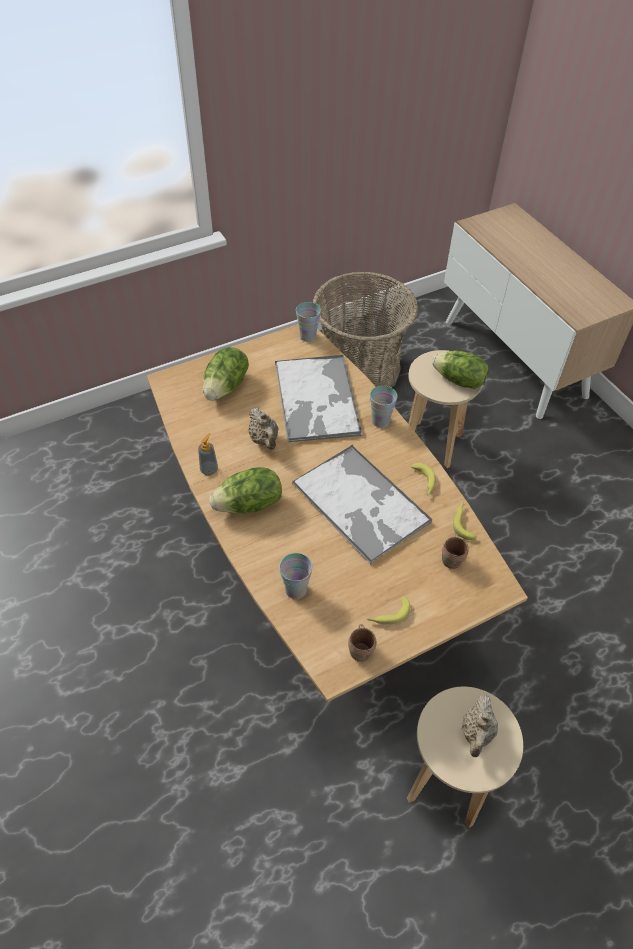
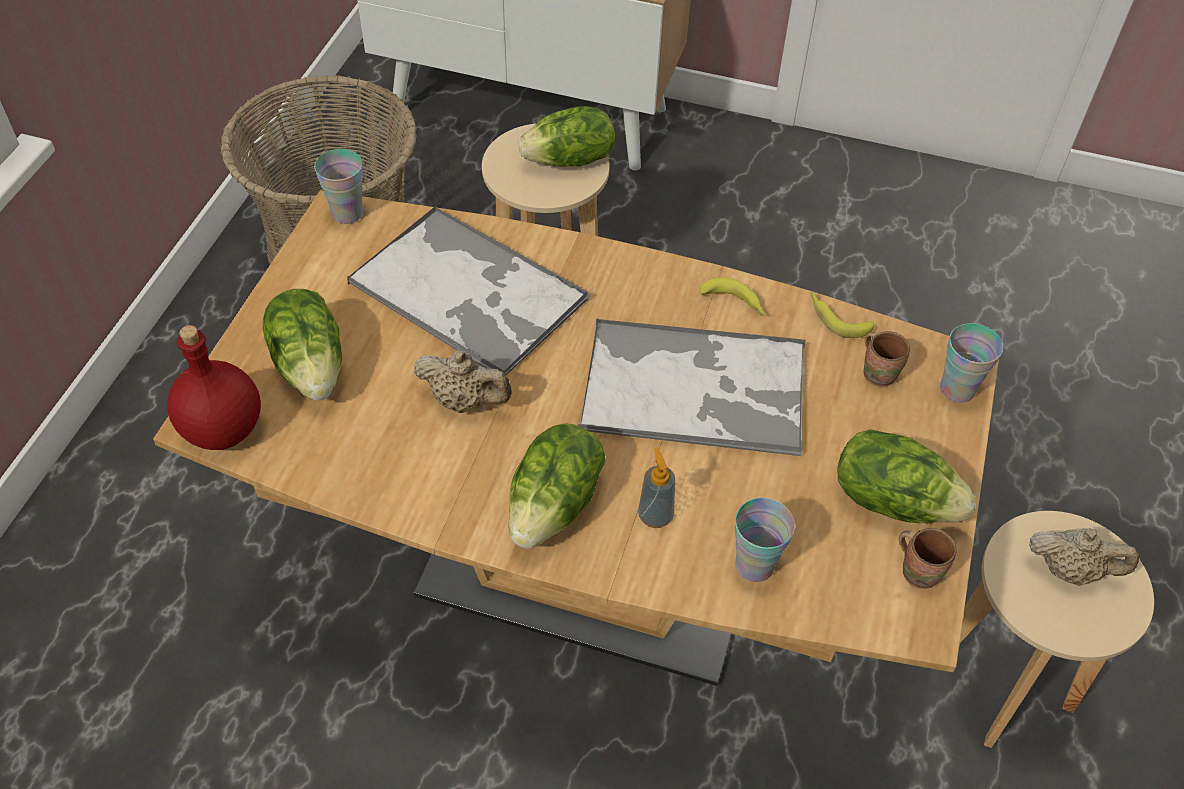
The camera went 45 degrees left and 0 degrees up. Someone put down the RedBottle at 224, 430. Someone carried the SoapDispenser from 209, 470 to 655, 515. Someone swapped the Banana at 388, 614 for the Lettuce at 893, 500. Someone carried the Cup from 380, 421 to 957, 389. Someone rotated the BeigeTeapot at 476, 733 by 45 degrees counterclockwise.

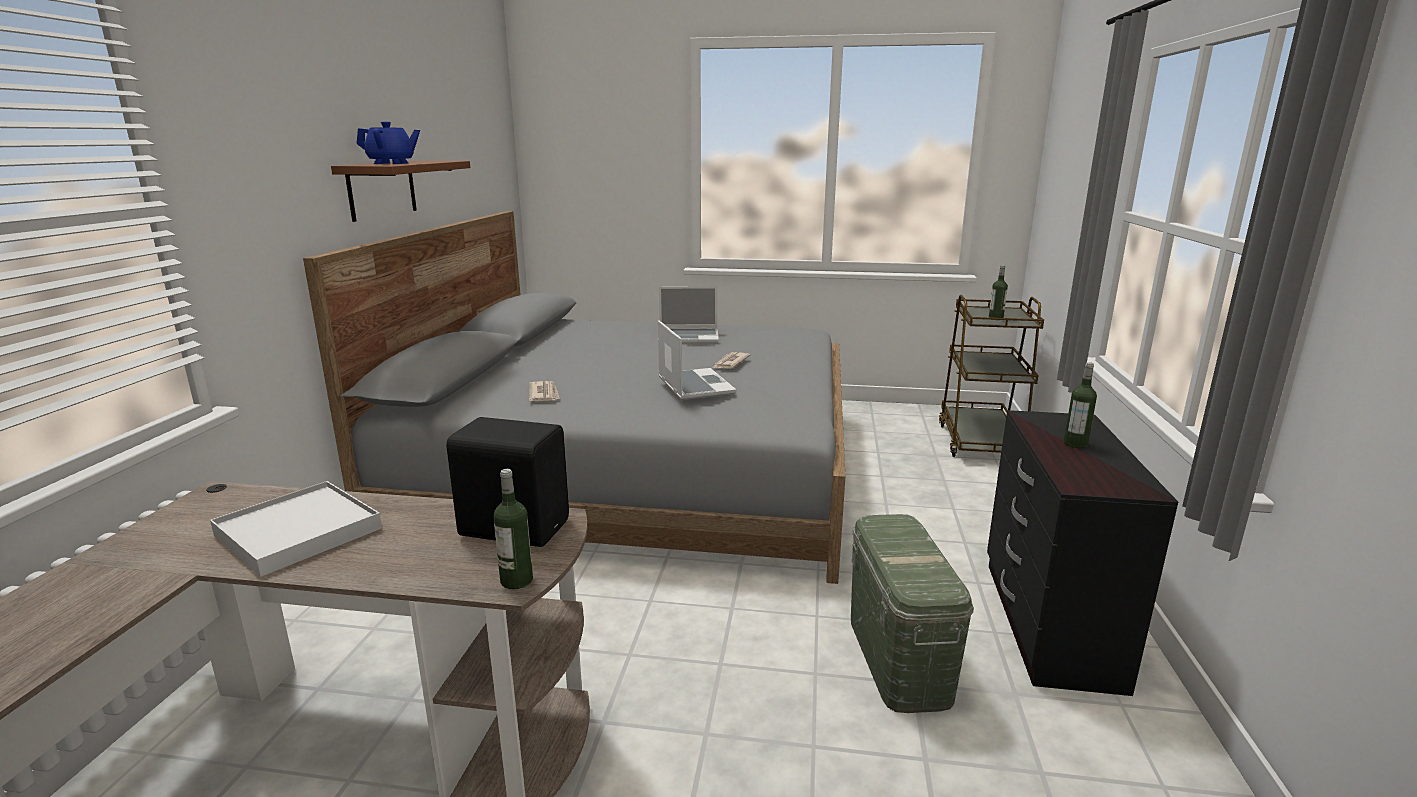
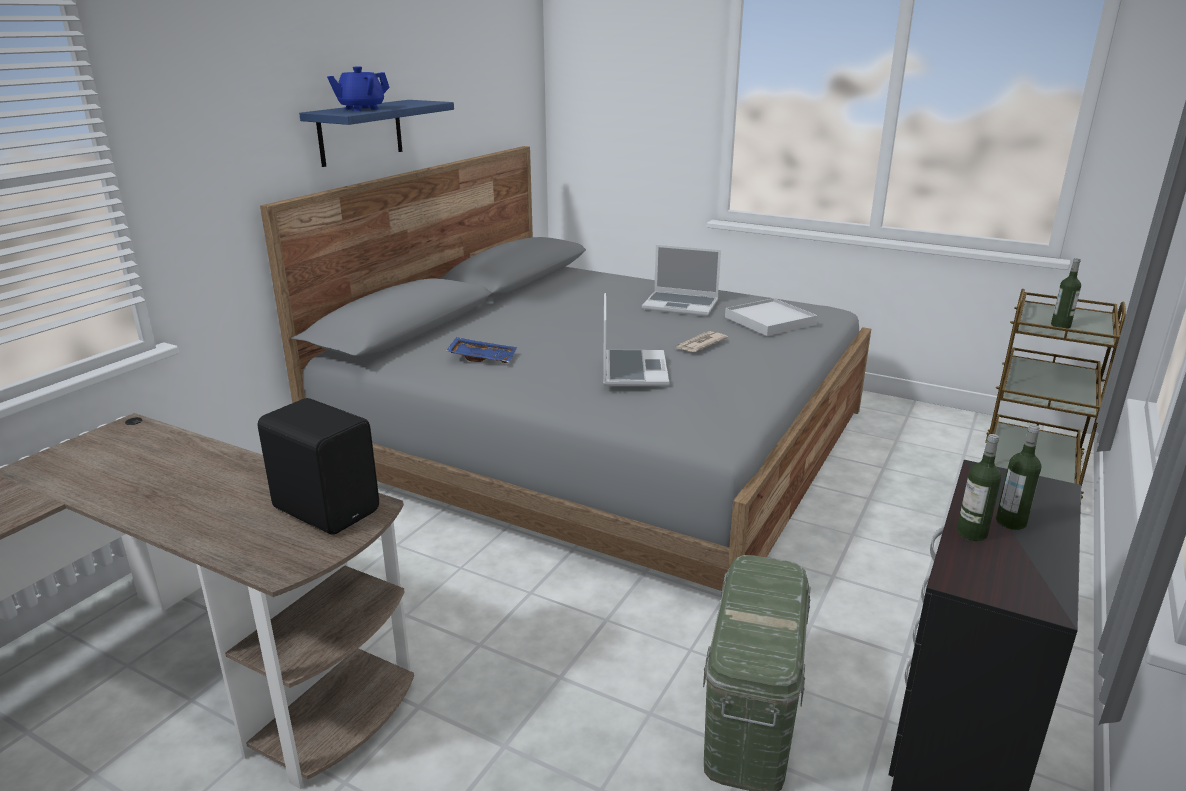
The camera went 20 degrees right and 5 degrees up. Someone repainted the BrownShelf at 382, 189, which became the BlueShelf at 360, 132. Someone rotated the BlueTeapot at 391, 163 by 120 degrees clockwise. Someone swapped the Newspaper at 544, 394 for the BlueTray at 482, 358. Someone carried the WhiteTray from 298, 532 to 769, 321. Someone carried the Bottle from 516, 580 to 971, 533.

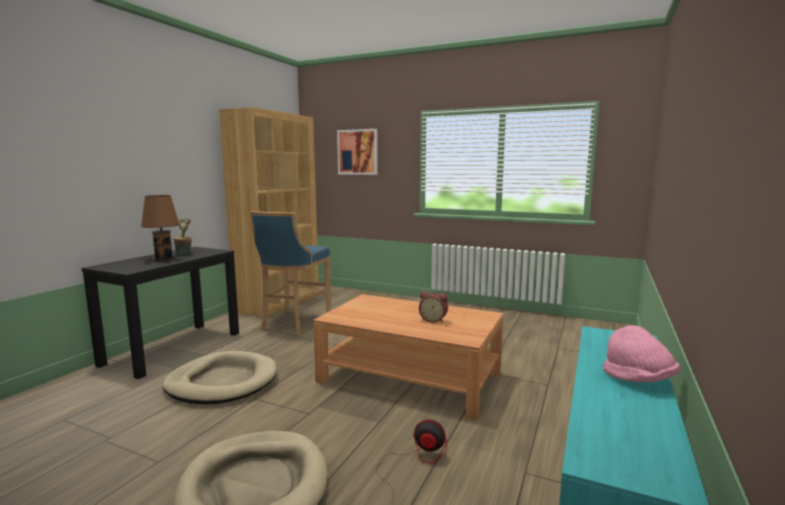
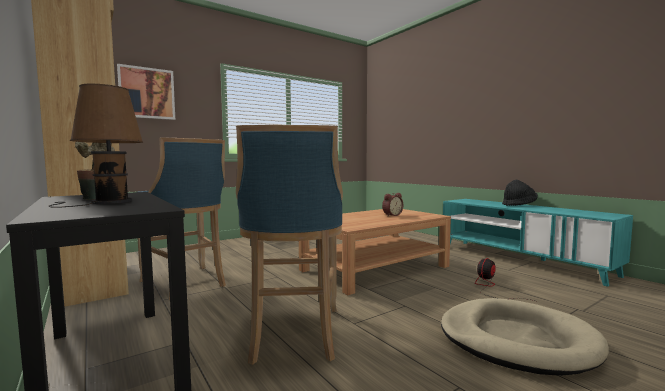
The camera went 60 degrees left and 5 degrees down. Someone swapped the BeigeDogBed at 222, 382 for the BlueStool at 293, 335. Someone repainted the PinkHat at 638, 380, which became the BlackHat at 519, 205.

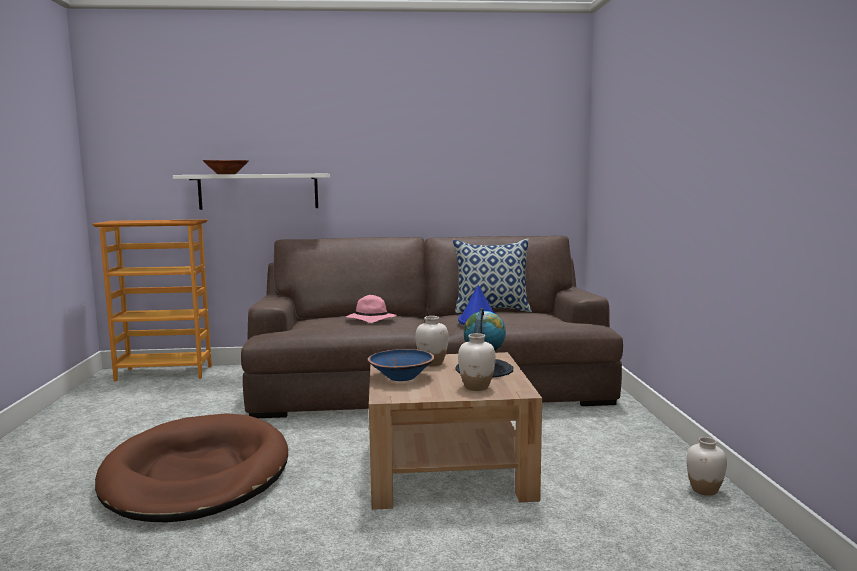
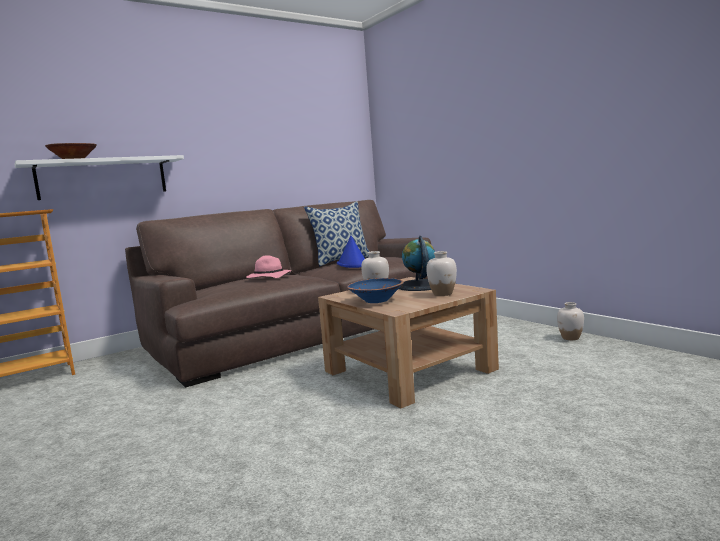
The camera went 30 degrees left and 0 degrees up. Someone took away the BrownDogBed at 197, 474.

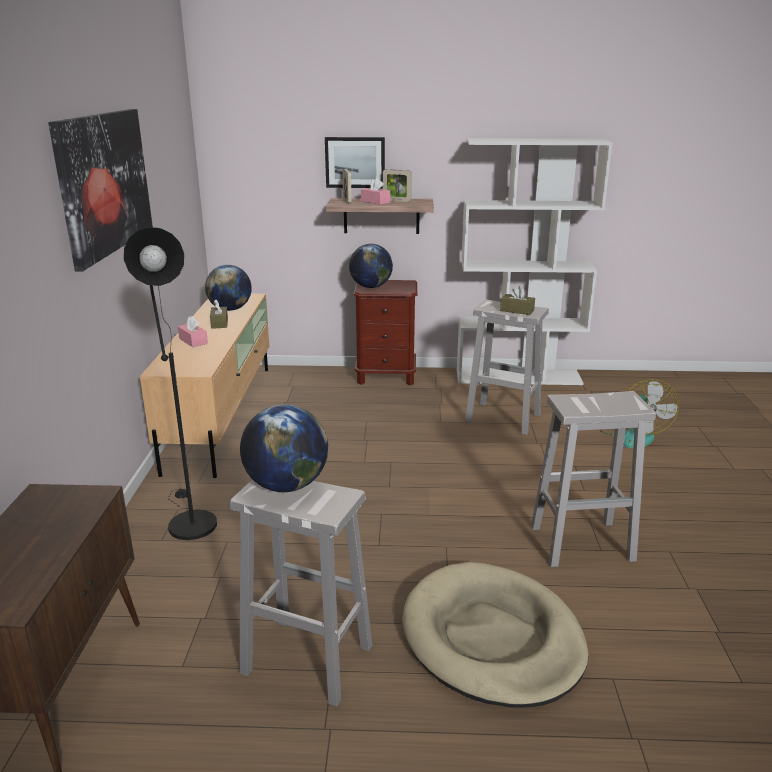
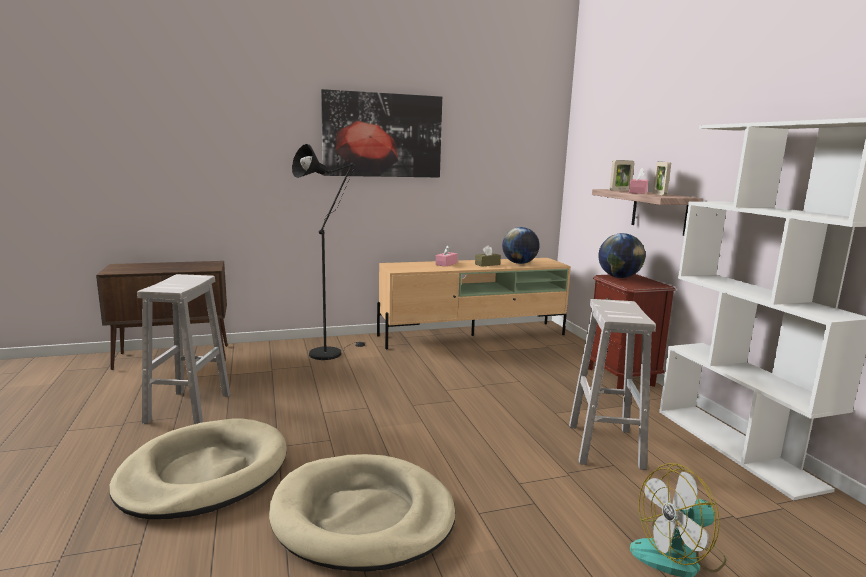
The camera went 70 degrees right and 10 degrees down. Someone swapped the WhiteStool at 583, 543 for the BeigeDogBed at 363, 516. Someone took away the Globe at 286, 485. Someone took away the Picture at 355, 162. Someone took away the BrownTissueBox at 517, 310.

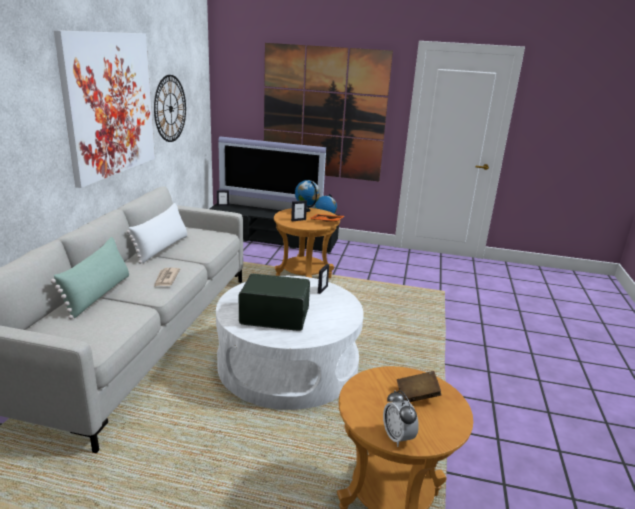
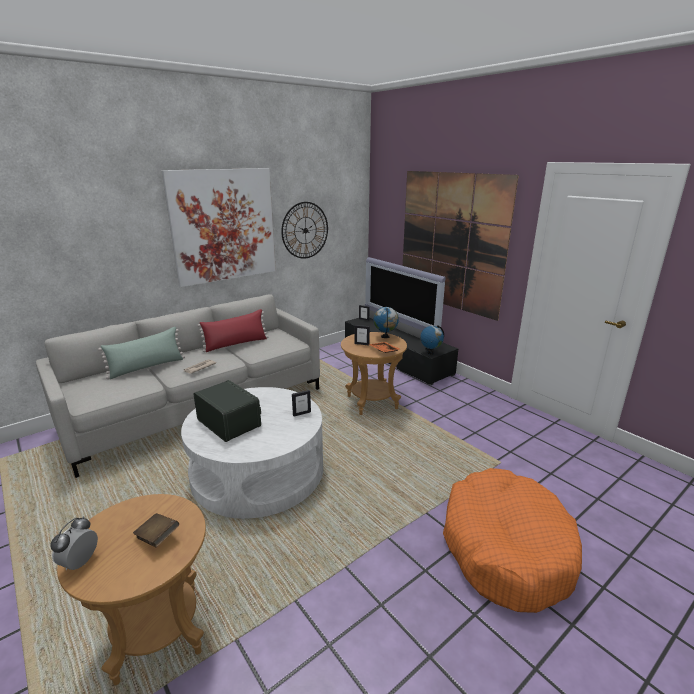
The camera went 40 degrees right and 0 degrees up. Someone repainted the WhitePillow at 162, 248, which became the RedPillow at 236, 344. Someone put down the OrangeDogBed at 505, 548.

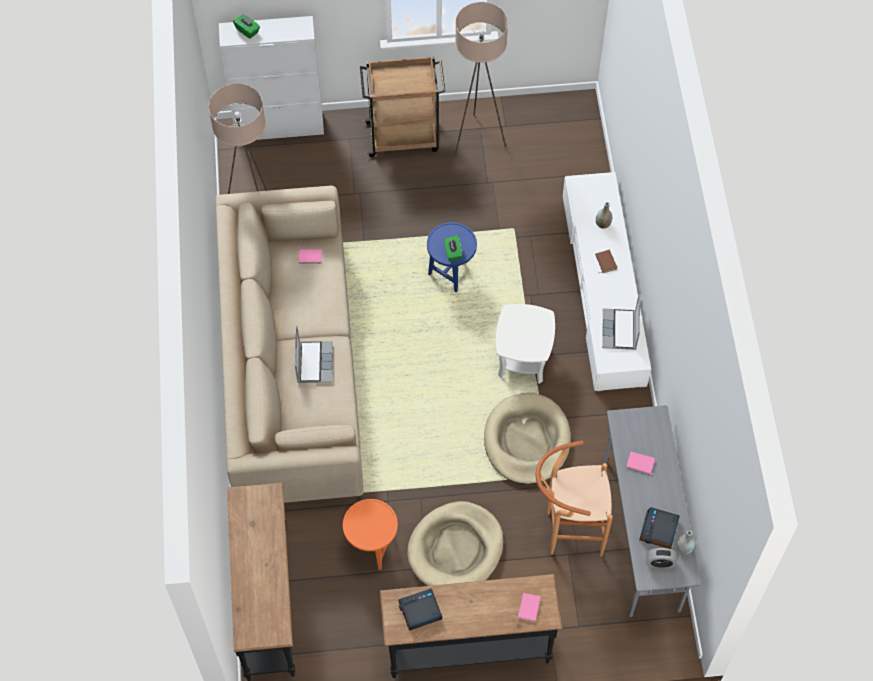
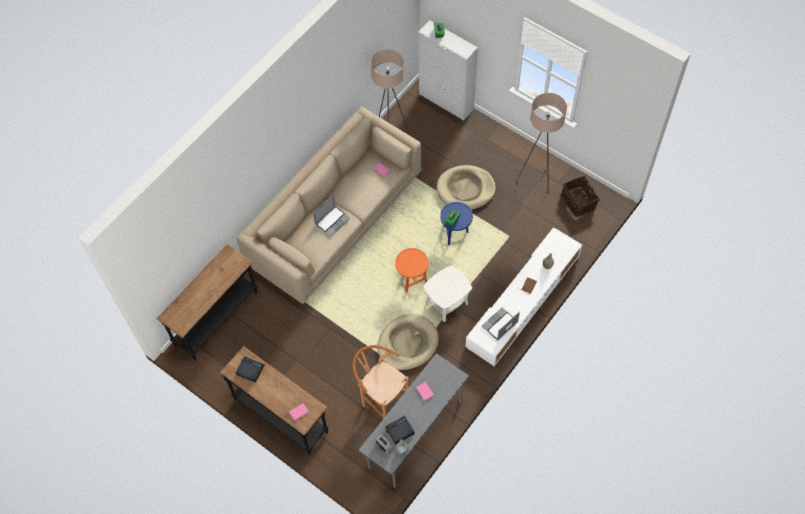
The camera went 45 degrees right and 0 degrees up. Someone carried the OrangeSideTable from 372, 547 to 412, 280. Someone carried the BeigeDogBed from 456, 549 to 466, 189. Someone put down the Basket at 579, 201. Someone took away the BrownCart at 404, 136.

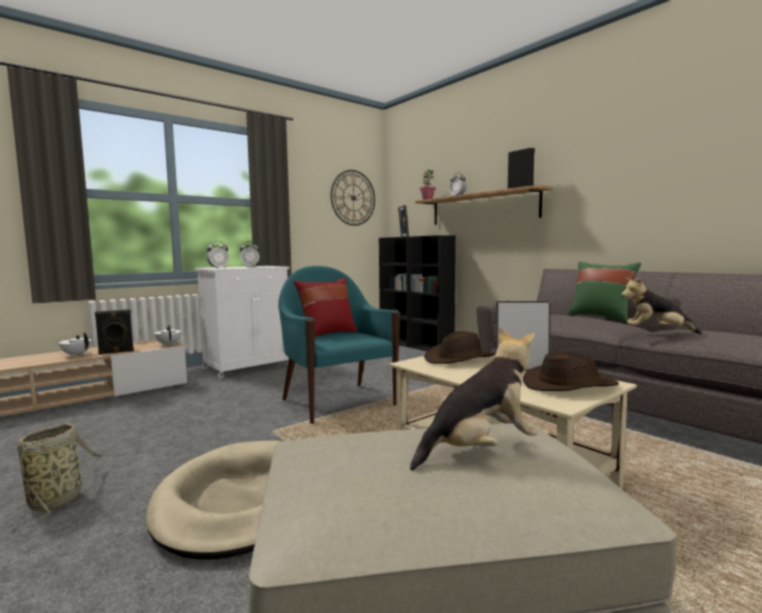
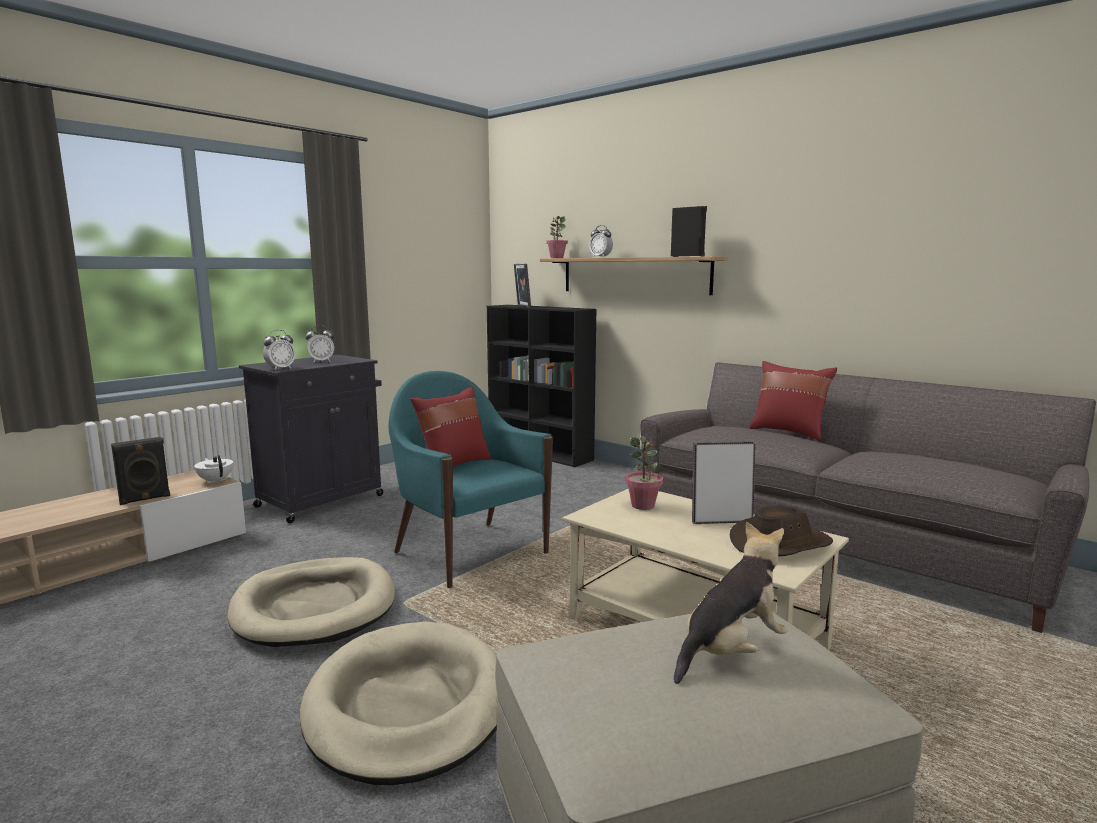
The camera went 10 degrees left and 5 degrees up. Someone put down the BeigeDogBed at 315, 607. Someone repainted the WhiteCabinet at 249, 367, which became the BlackCabinet at 322, 500. Someone swapped the BrownHat at 459, 359 for the PottedPlant at 643, 506. Someone repainted the GreenPillow at 601, 317, which became the RedPillow at 789, 432. Someone took away the Basket at 58, 499. Someone took away the WhiteTeapot at 76, 355. Someone took away the WallClock at 353, 198. Someone took away the PlushToy at 656, 332.

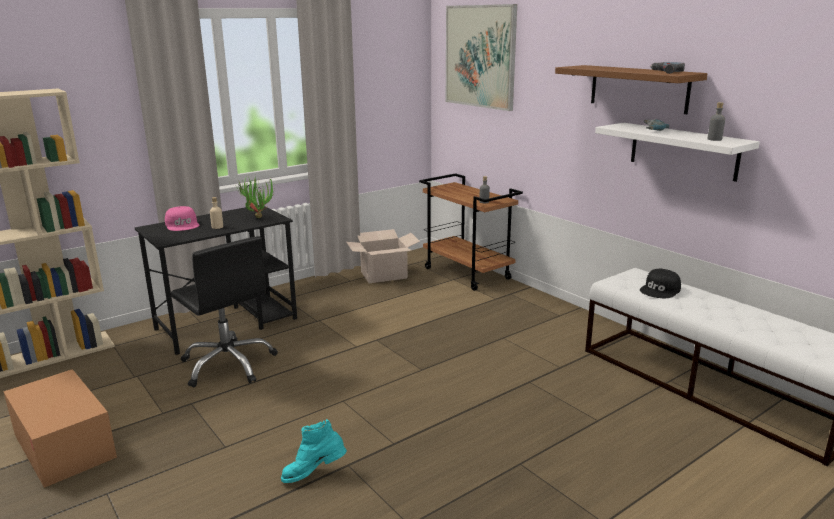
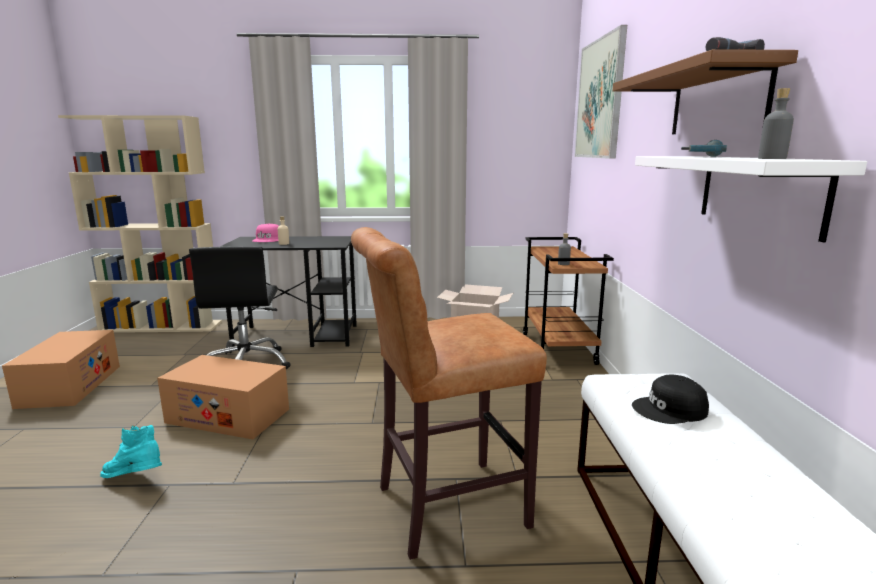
The camera went 35 degrees right and 5 degrees down. Someone put down the CardboardBox at 228, 416. Someone put down the BrownStool at 443, 508. Someone took away the PottedPlant at 258, 216.

